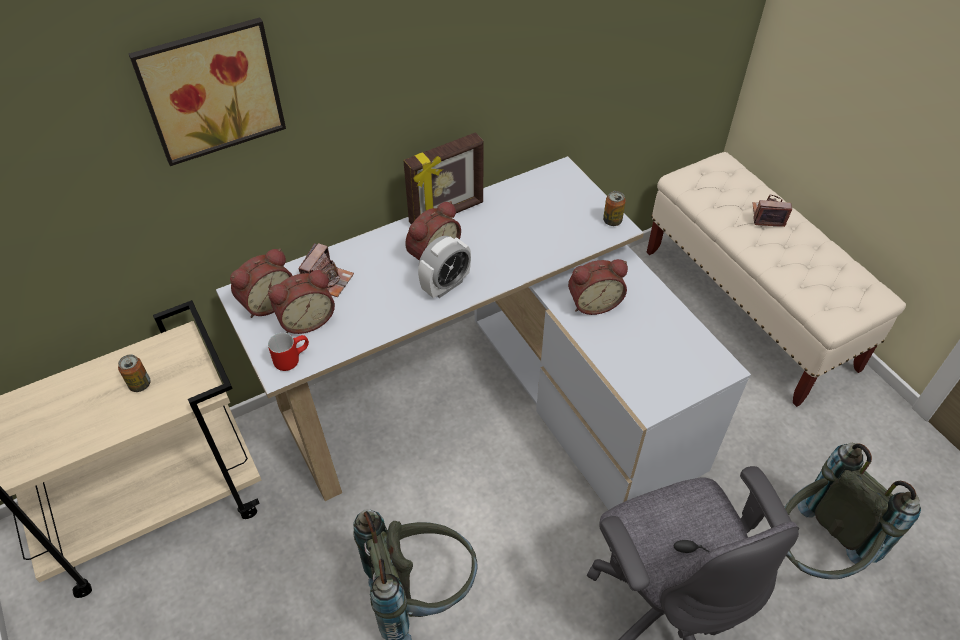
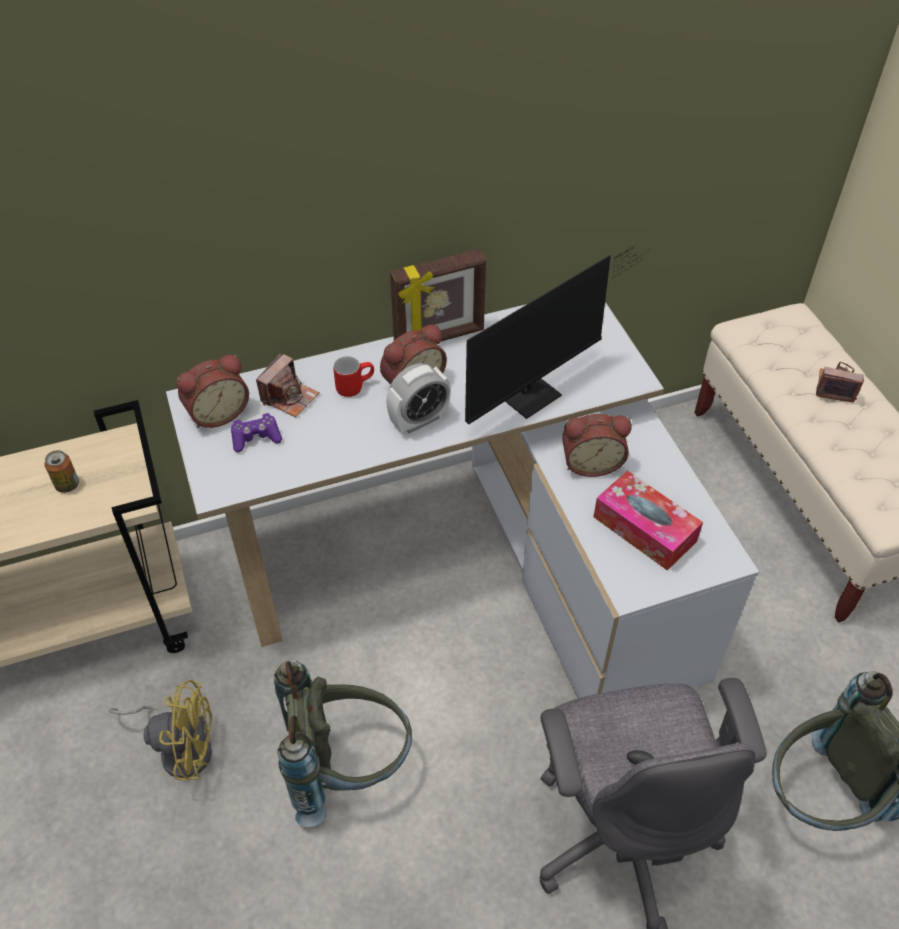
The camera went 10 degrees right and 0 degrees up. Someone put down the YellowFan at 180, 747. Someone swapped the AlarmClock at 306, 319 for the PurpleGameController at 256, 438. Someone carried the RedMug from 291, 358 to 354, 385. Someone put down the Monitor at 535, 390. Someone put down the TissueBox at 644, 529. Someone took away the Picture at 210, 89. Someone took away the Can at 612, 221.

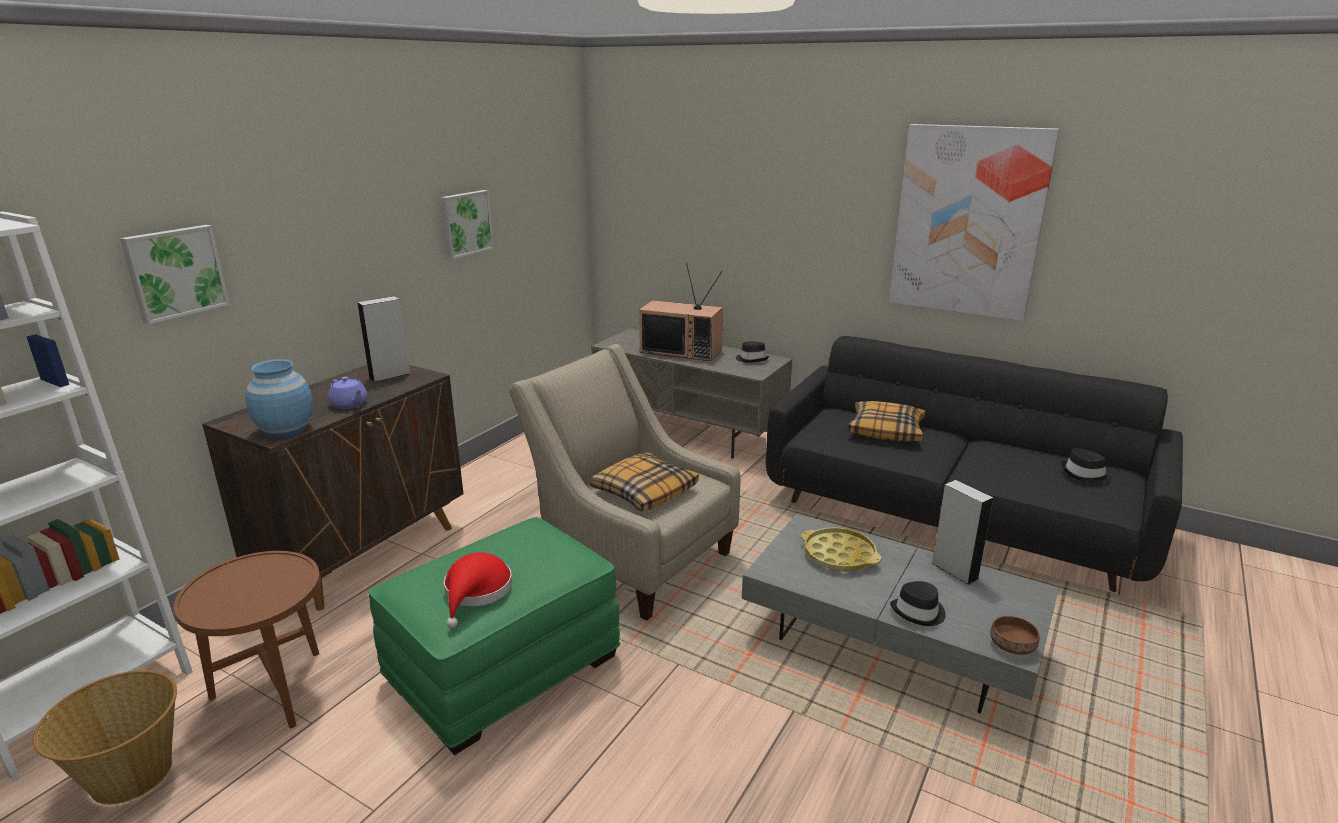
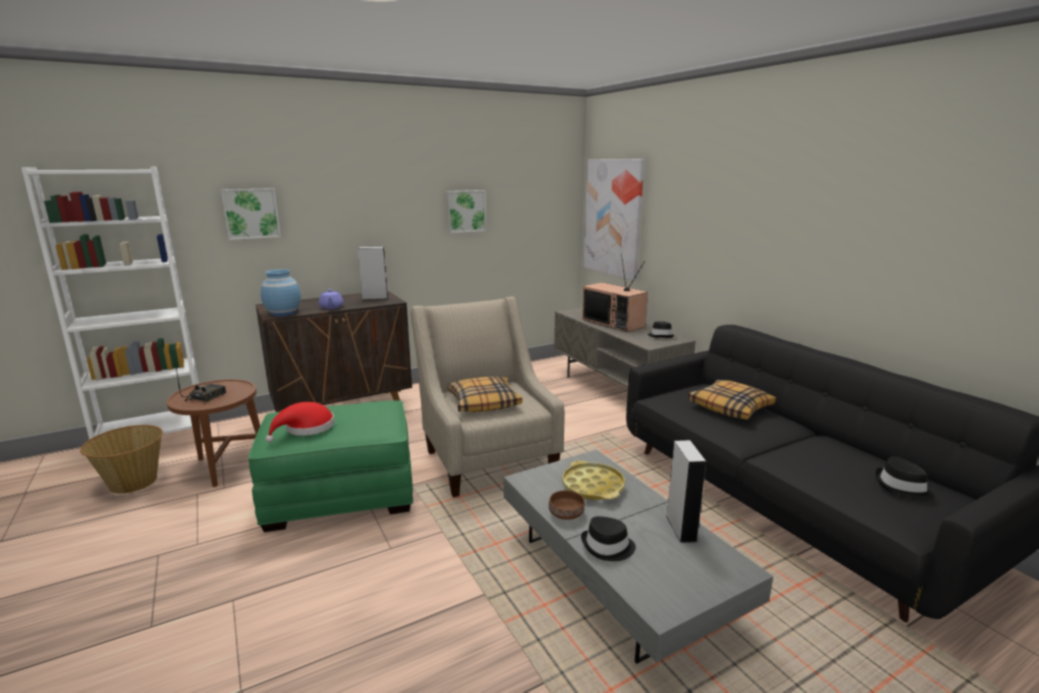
The camera went 30 degrees right and 5 degrees down. Someone put down the Radio at 205, 397. Someone carried the BrownBowl from 1011, 645 to 566, 513. Someone carried the Picture from 968, 222 to 613, 218.

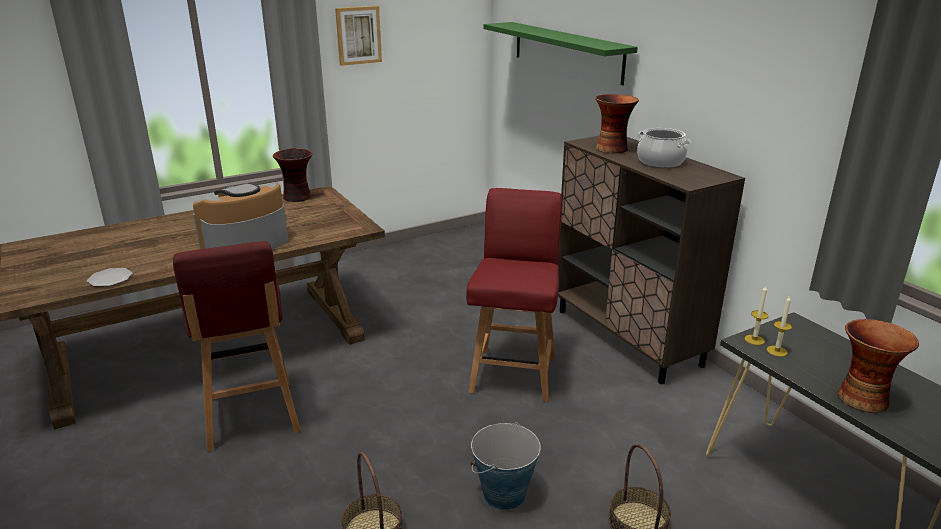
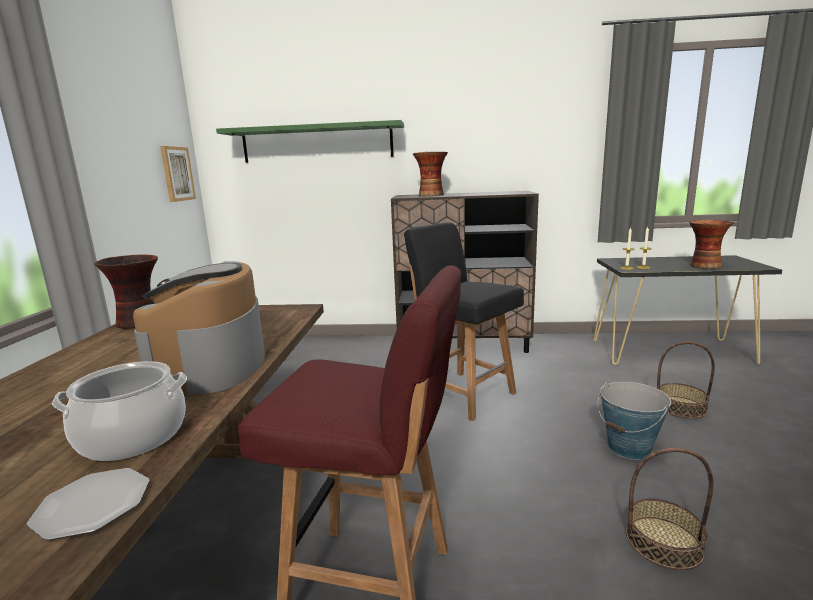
The camera went 55 degrees left and 10 degrees down. Someone carried the CookingPot from 660, 162 to 133, 436. Someone carried the Picture from 358, 35 to 177, 174. Someone repainted the RedChair at 514, 372, which became the BlackChair at 463, 393.

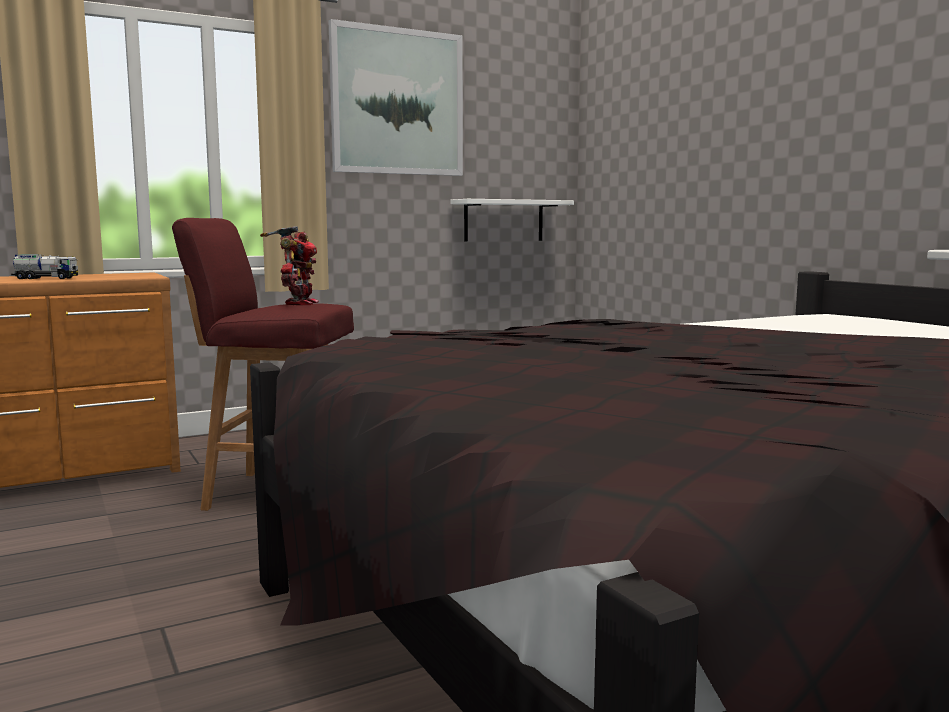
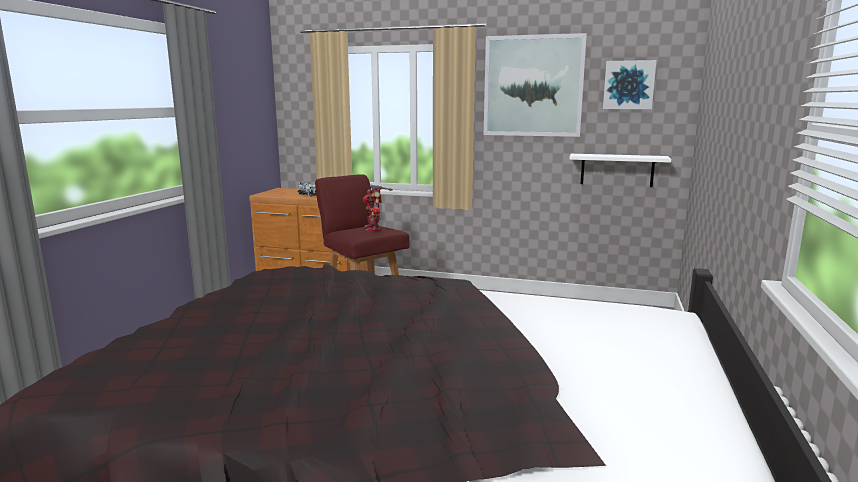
The camera went 45 degrees right and 5 degrees up. Someone rotated the ToyRobot at 298, 303 by 120 degrees clockwise. Someone put up the Picture at 628, 85.

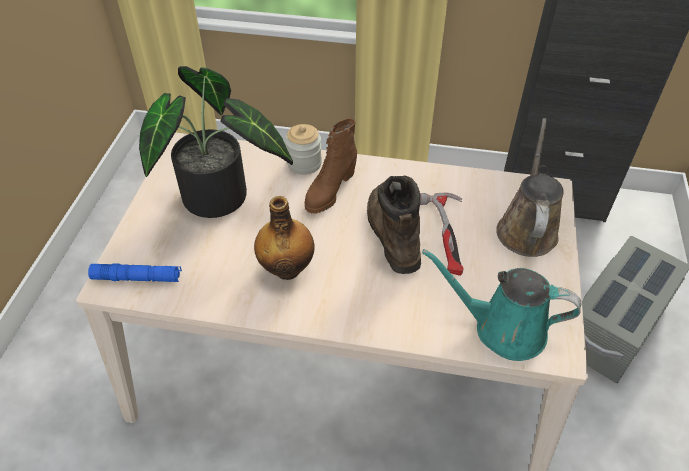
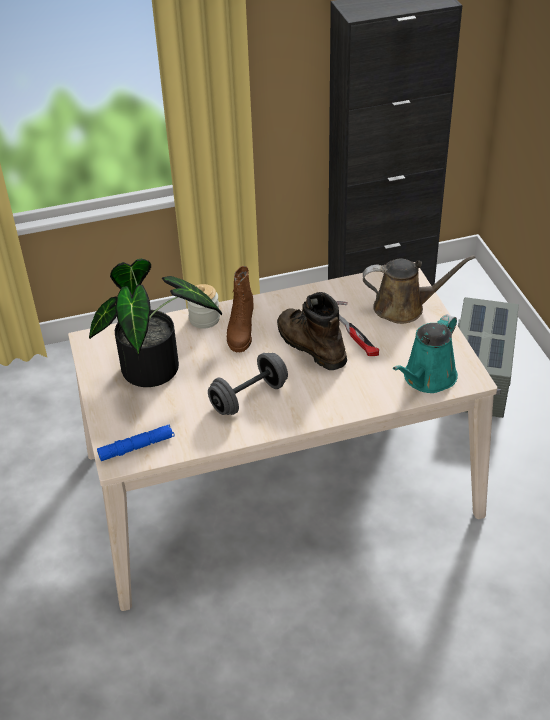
The camera went 25 degrees left and 5 degrees down. Someone swapped the Bottle at 287, 268 for the GreyDumbbell at 249, 397. Someone rotated the BrownWateringCan at 526, 228 by 105 degrees clockwise. Someone rotated the TurquoiseWateringCan at 502, 329 by 45 degrees counterclockwise.

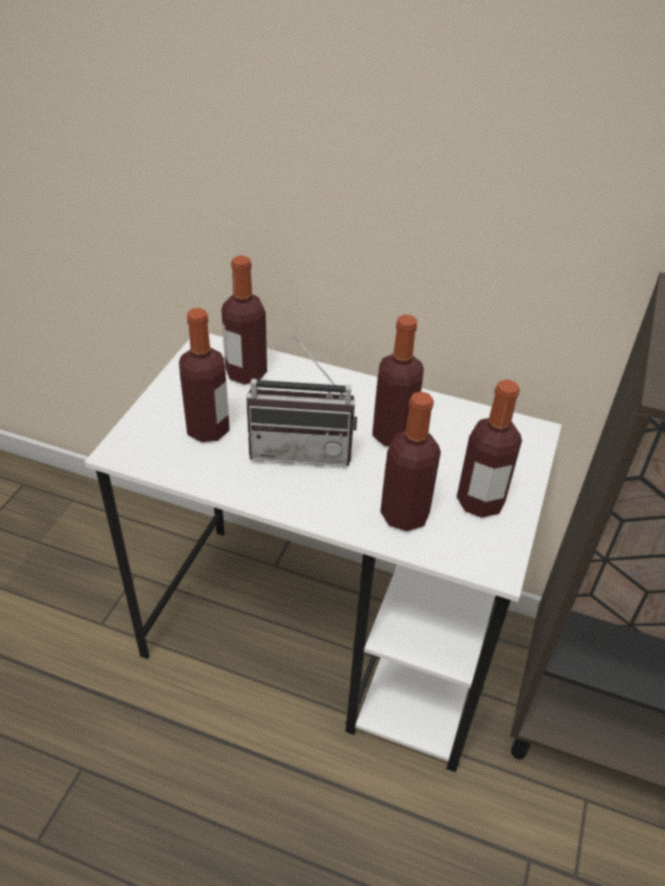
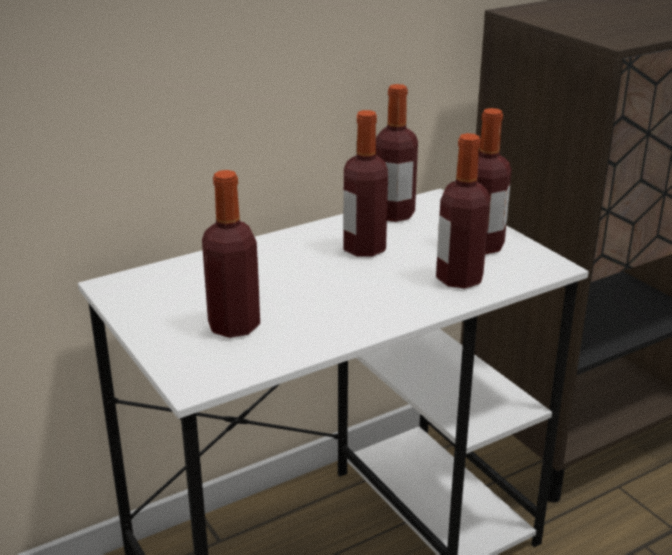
The camera went 50 degrees left and 15 degrees down. Someone carried the Bottle from 246, 373 to 393, 214. Someone took away the Radio at 302, 448.

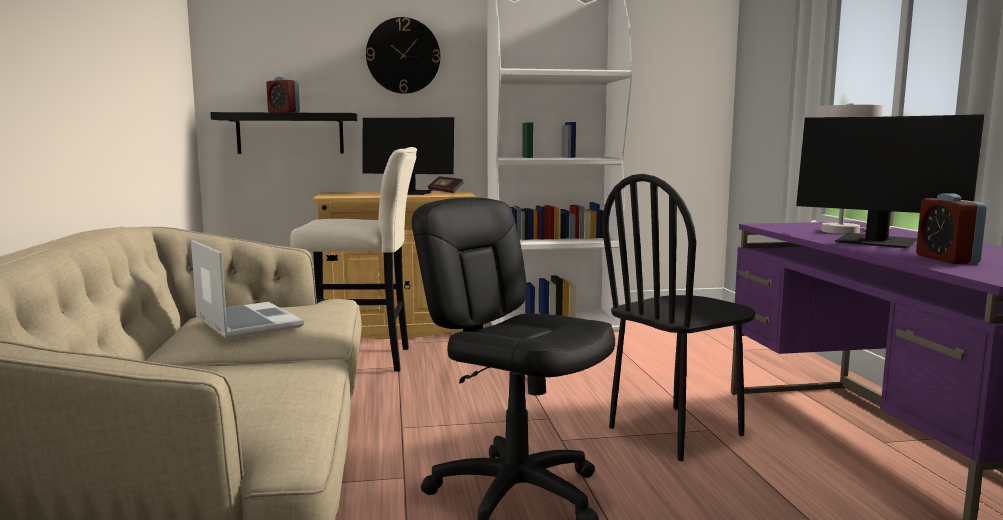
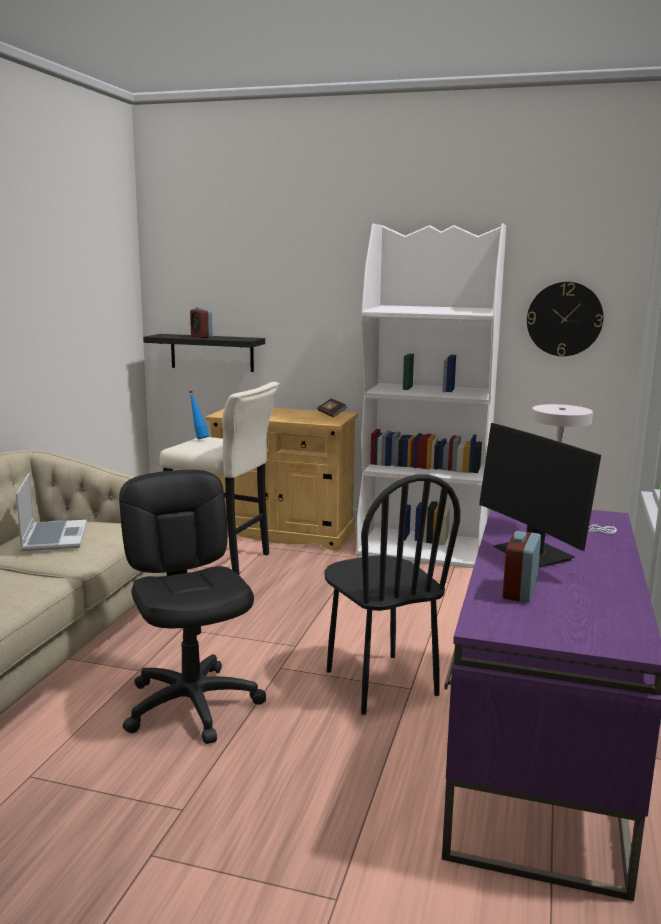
The camera went 25 degrees right and 5 degrees up. Someone put down the BlueBottle at 198, 438. Someone rotated the BlackChair at 676, 431 by 105 degrees counterclockwise. Someone carried the WallClock from 403, 55 to 564, 319. Someone took away the Monitor at 409, 193.

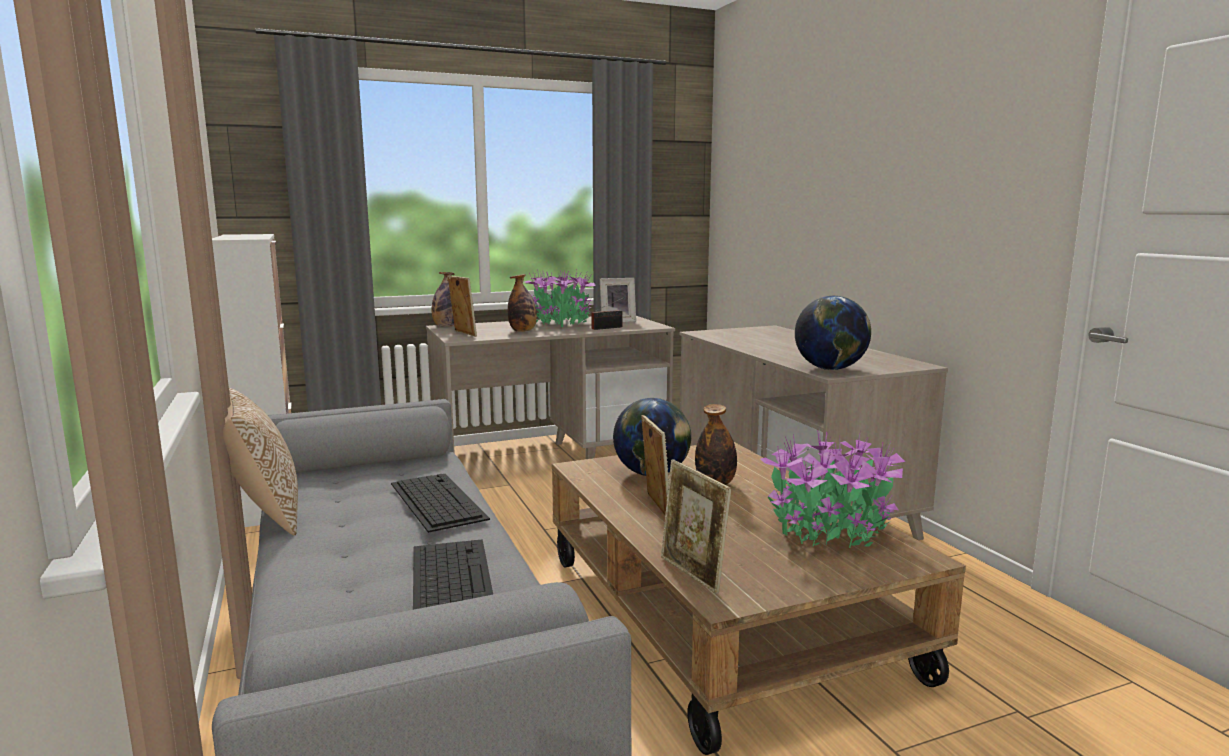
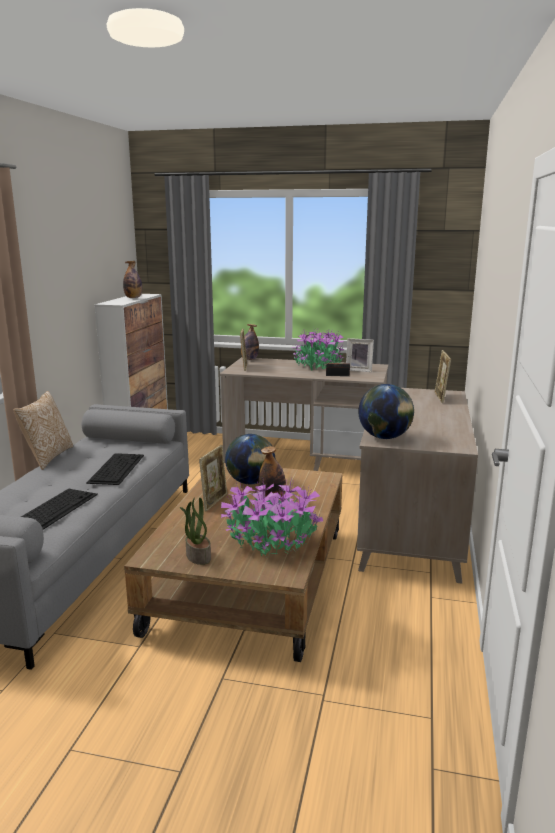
The camera went 35 degrees right and 5 degrees up. Someone carried the Bottle from 523, 331 to 133, 298. Someone put down the PottedPlant at 197, 556. Someone carried the PictureFrame from 692, 574 to 440, 398.

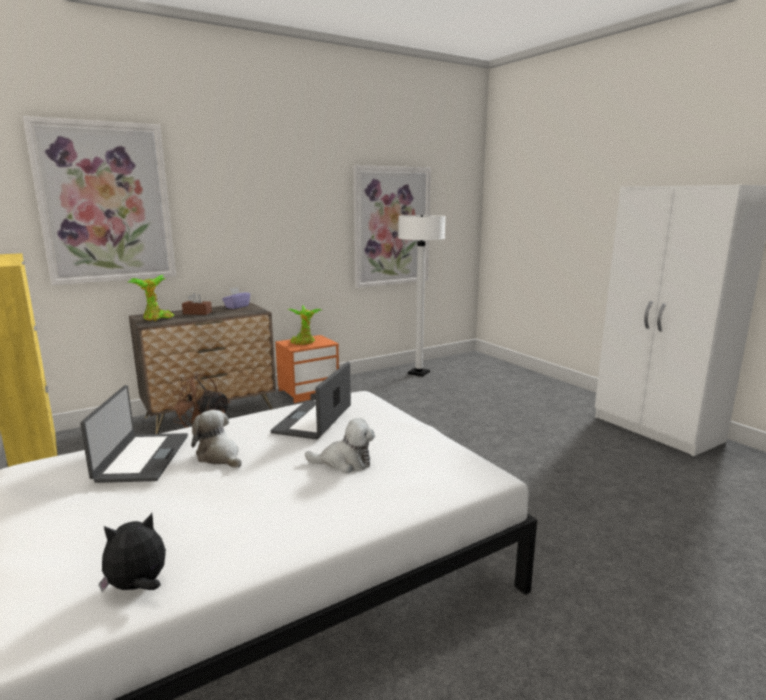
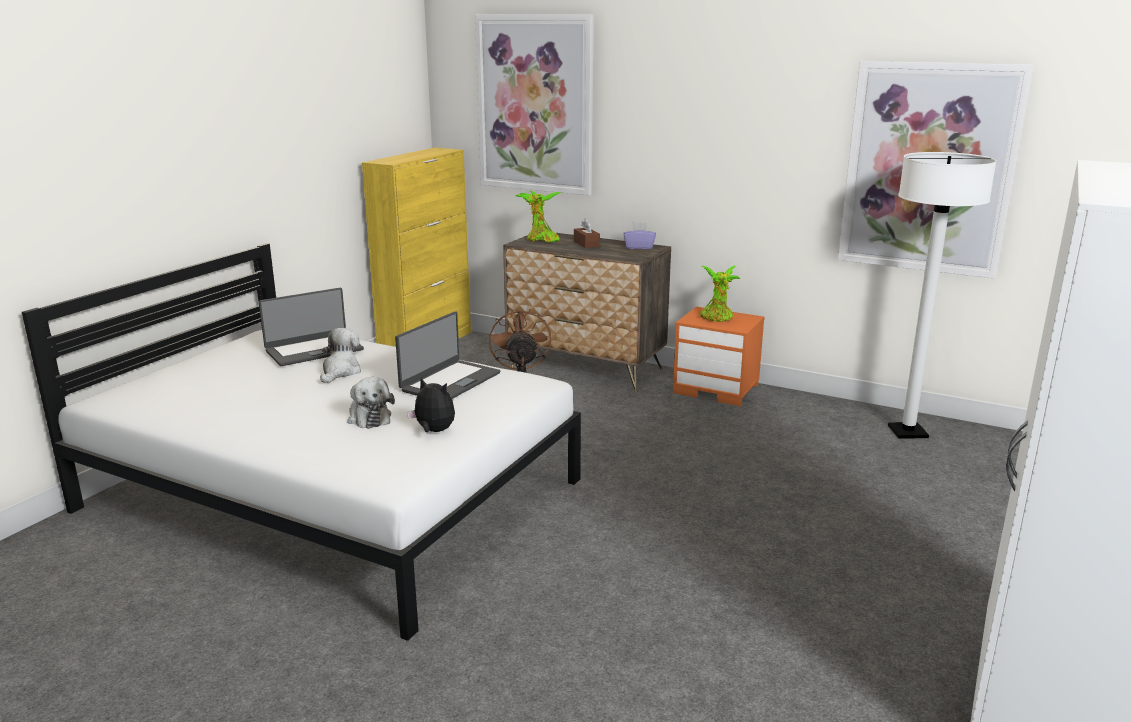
The camera went 60 degrees right and 5 degrees up. Someone rotated the Laptop at 314, 420 by 135 degrees clockwise. Someone carried the PlushToy from 138, 587 to 434, 431.

